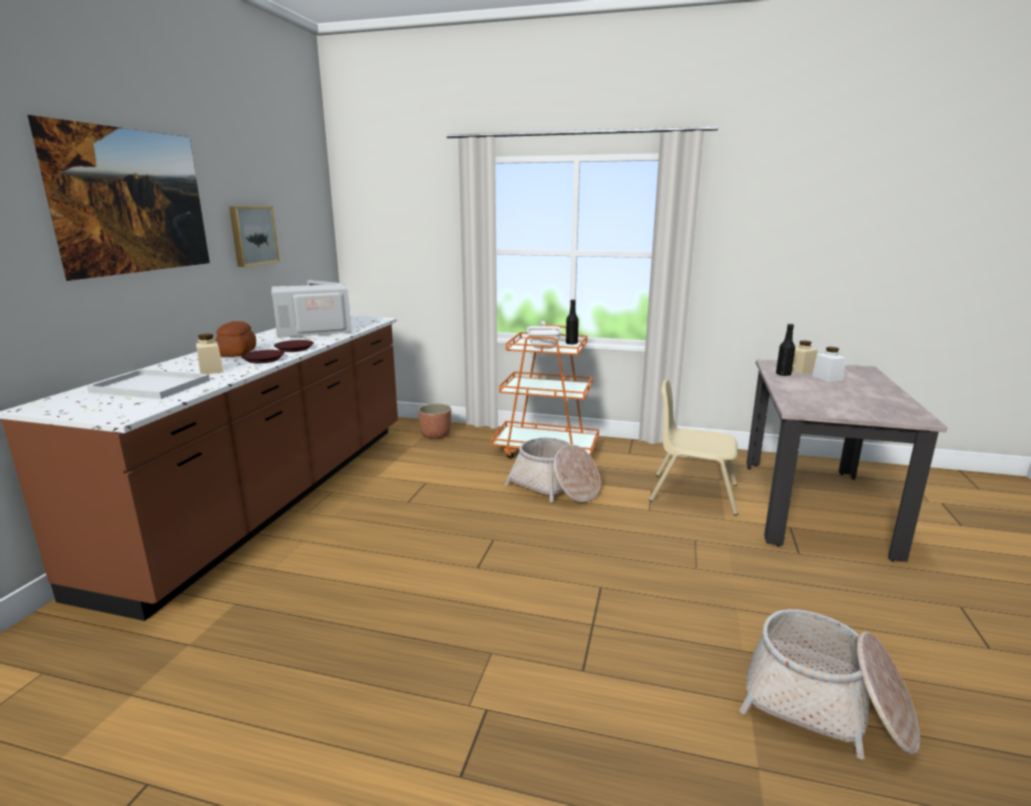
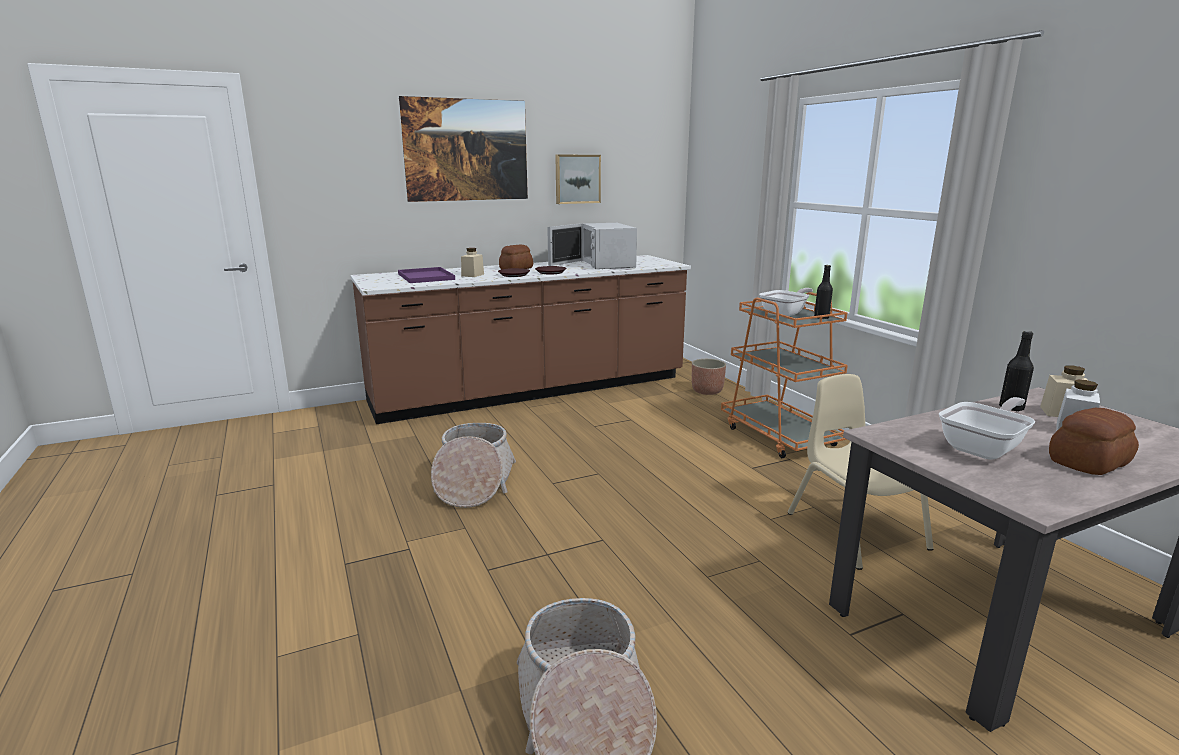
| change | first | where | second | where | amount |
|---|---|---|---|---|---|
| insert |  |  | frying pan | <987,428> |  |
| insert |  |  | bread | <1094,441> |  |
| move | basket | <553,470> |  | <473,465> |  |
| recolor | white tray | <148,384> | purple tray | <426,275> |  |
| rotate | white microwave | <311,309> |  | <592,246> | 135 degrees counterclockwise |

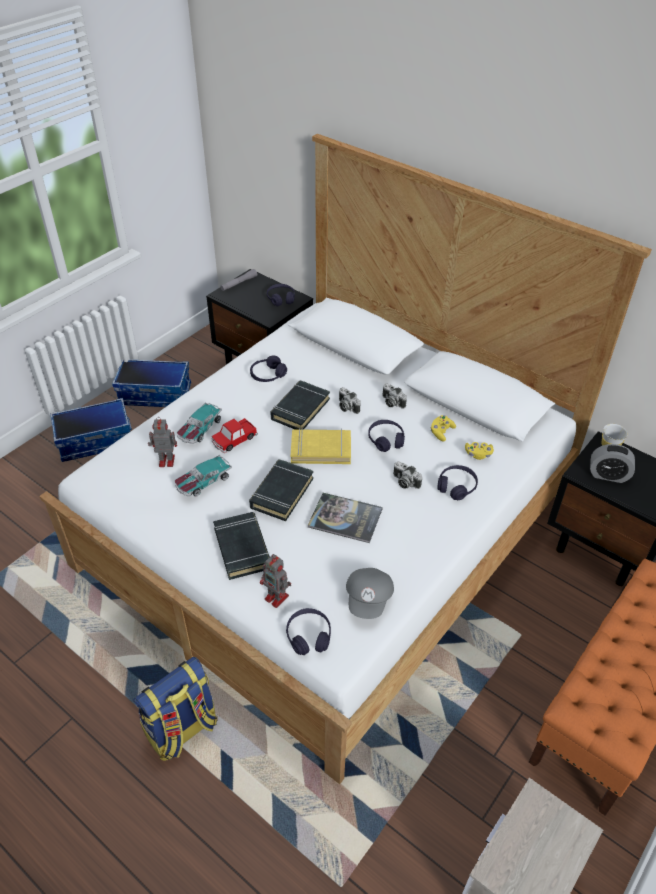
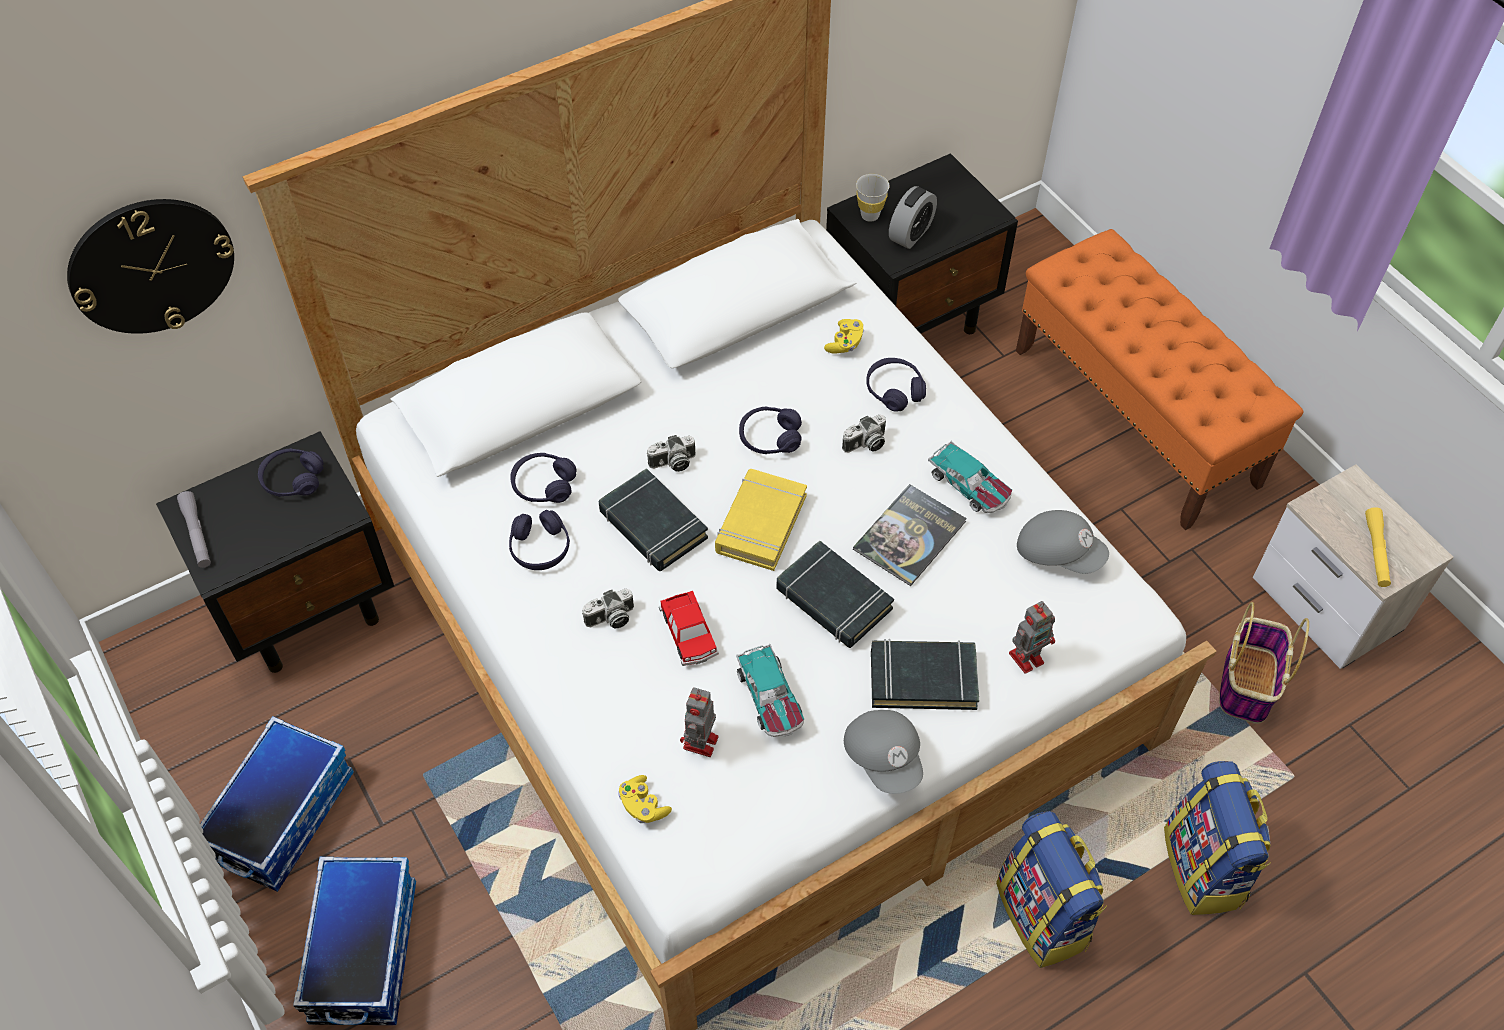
| change | first | where | second | where | amount |
|---|---|---|---|---|---|
| insert |  |  | wall clock | <150,266> |  |
| insert |  |  | grey cap | <883,752> |  |
| insert |  |  | backpack | <1217,838> |  |
| insert |  |  | basket | <1264,663> |  |
| insert |  |  | yellow flashlight | <1378,547> |  |
| move | toy car | <199,423> |  | <970,477> |  |
| move | purple headphones | <308,631> |  | <543,478> |  |
| move | photo camera | <394,396> |  | <608,608> |  |
| move | yellow game controller | <443,428> |  | <645,799> |  |

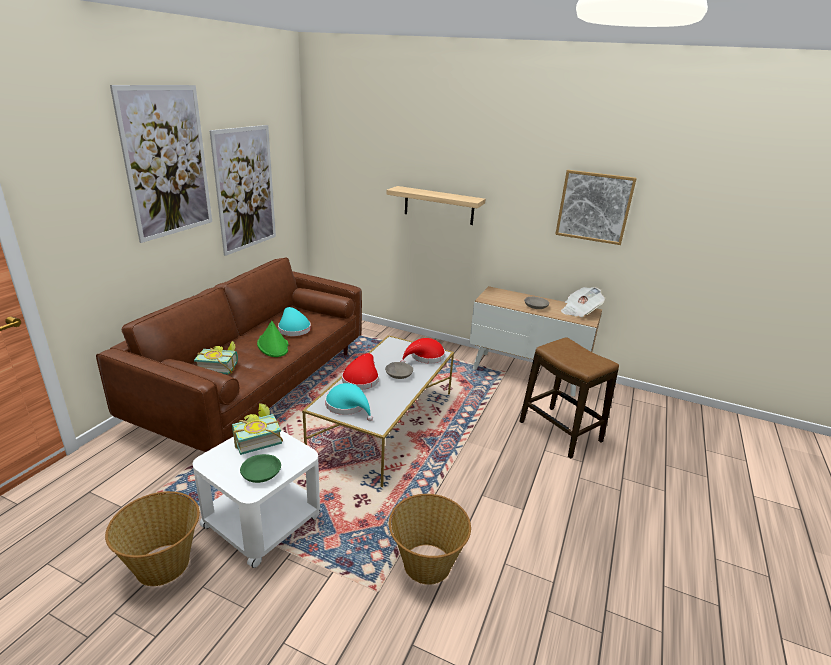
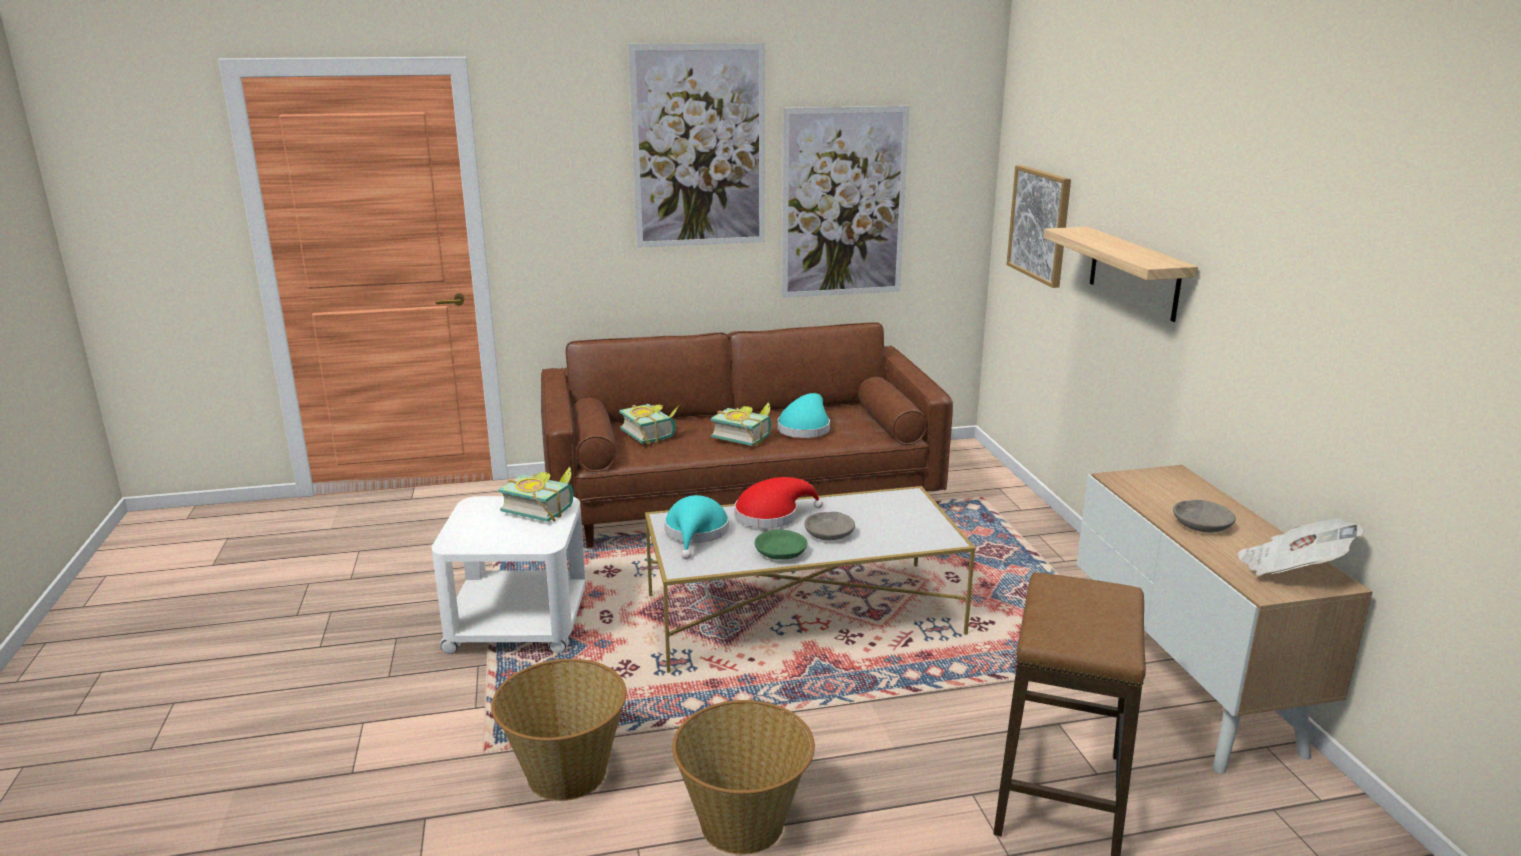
| change | first | where | second | where | amount |
|---|---|---|---|---|---|
| delete | red hat | <422,350> |  |  |  |
| move | basket | <152,538> |  | <743,777> |  |
| move | green bowl | <260,468> |  | <781,545> |  |
| move | picture | <596,207> |  | <1039,226> |  |
| replace | green hat | <273,339> | book | <741,424> |  |

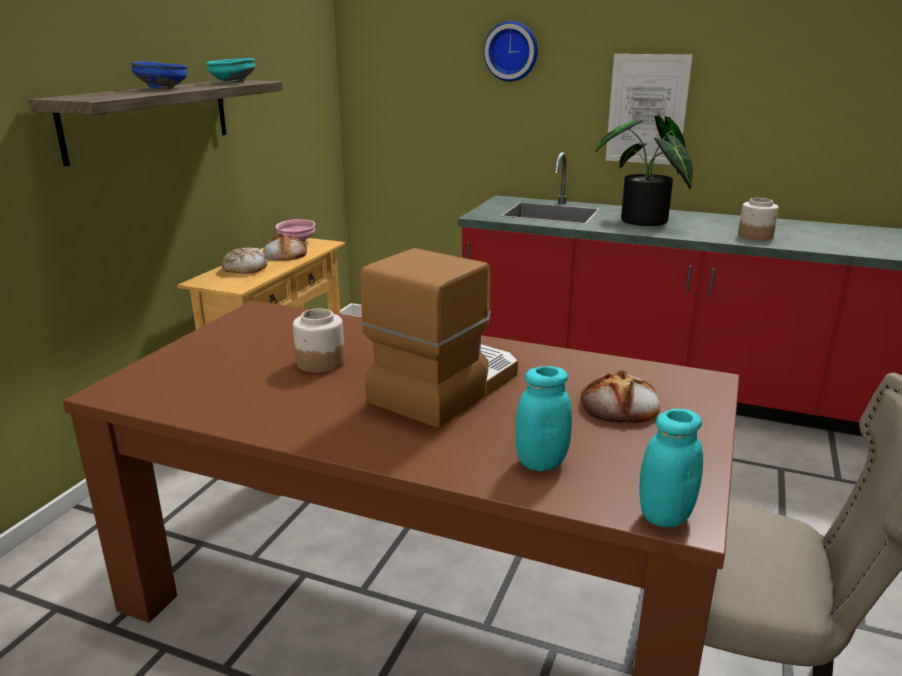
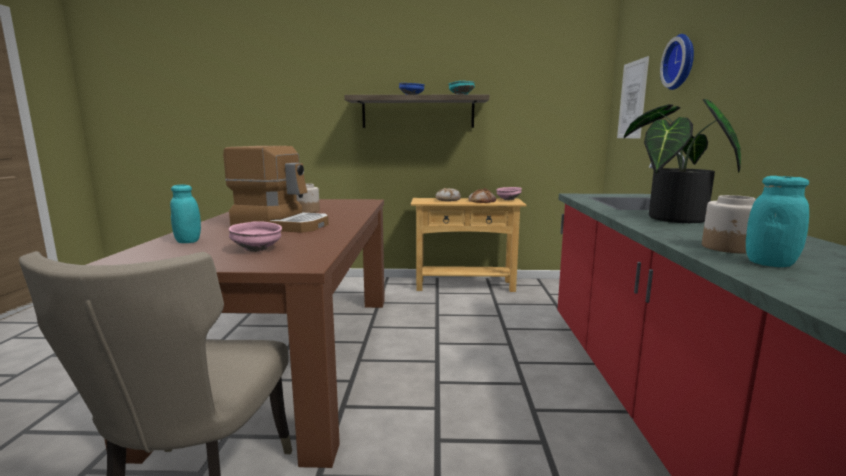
| change | first | where | second | where | amount |
|---|---|---|---|---|---|
| move | picture | <649,109> |  | <633,97> |  |
| move | turquoise jar | <671,468> |  | <777,221> |  |
| replace | bread | <620,396> | pink bowl | <255,236> |  |

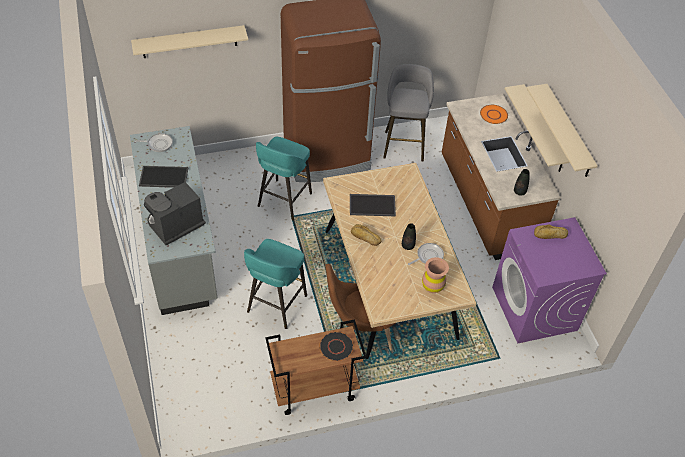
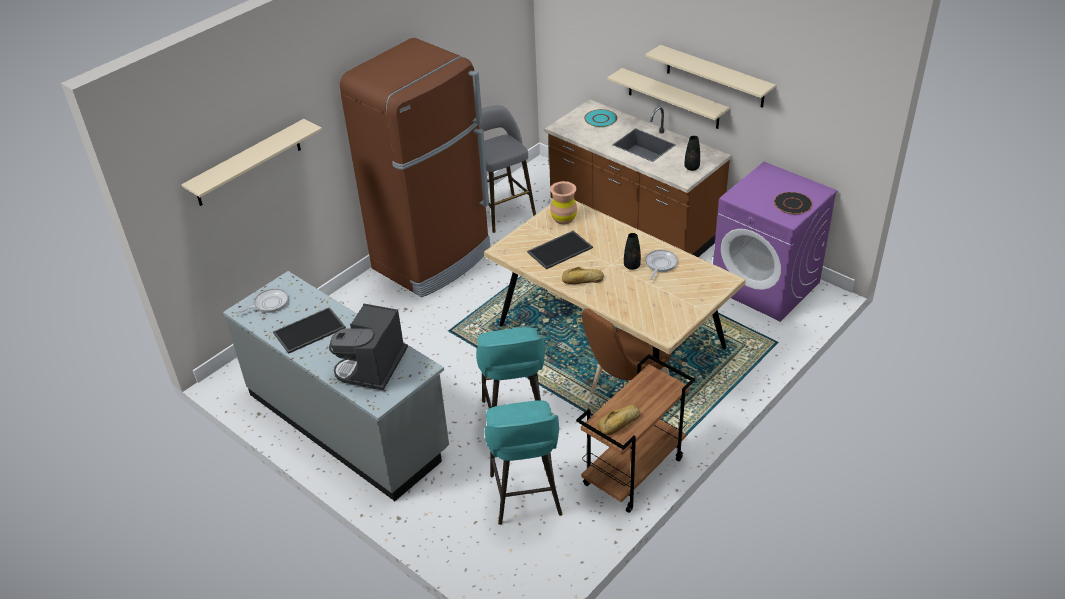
| change | first | where | second | where | amount |
|---|---|---|---|---|---|
| move | turquoise stool | <284,178> |  | <523,462> |  |
| move | black plate | <336,346> |  | <793,203> |  |
| move | brown vase | <435,275> |  | <563,202> |  |
| move | bread | <551,232> |  | <619,420> |  |
| recolor | orange plate | <494,114> | turquoise plate | <600,118> |  |

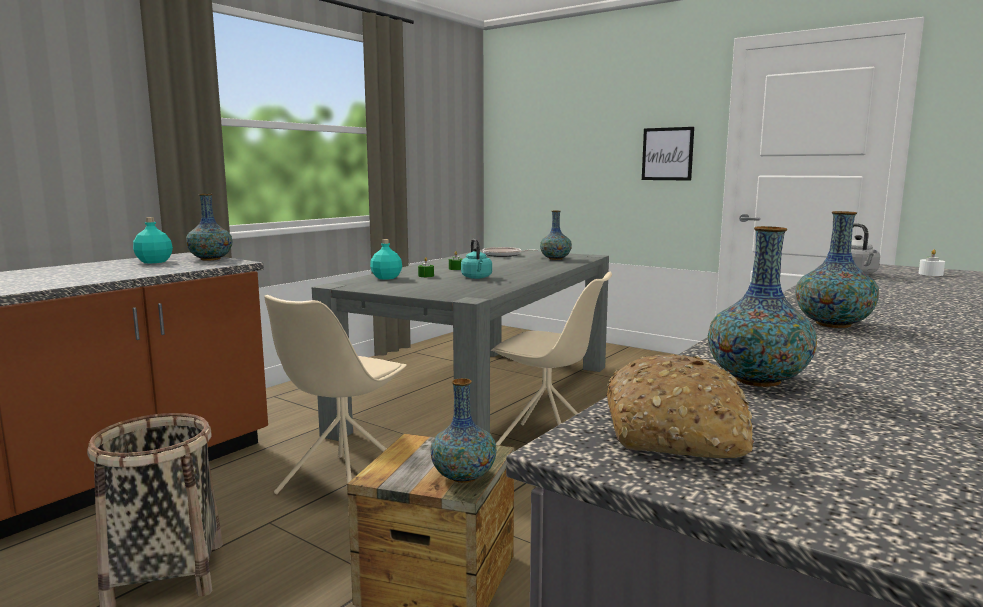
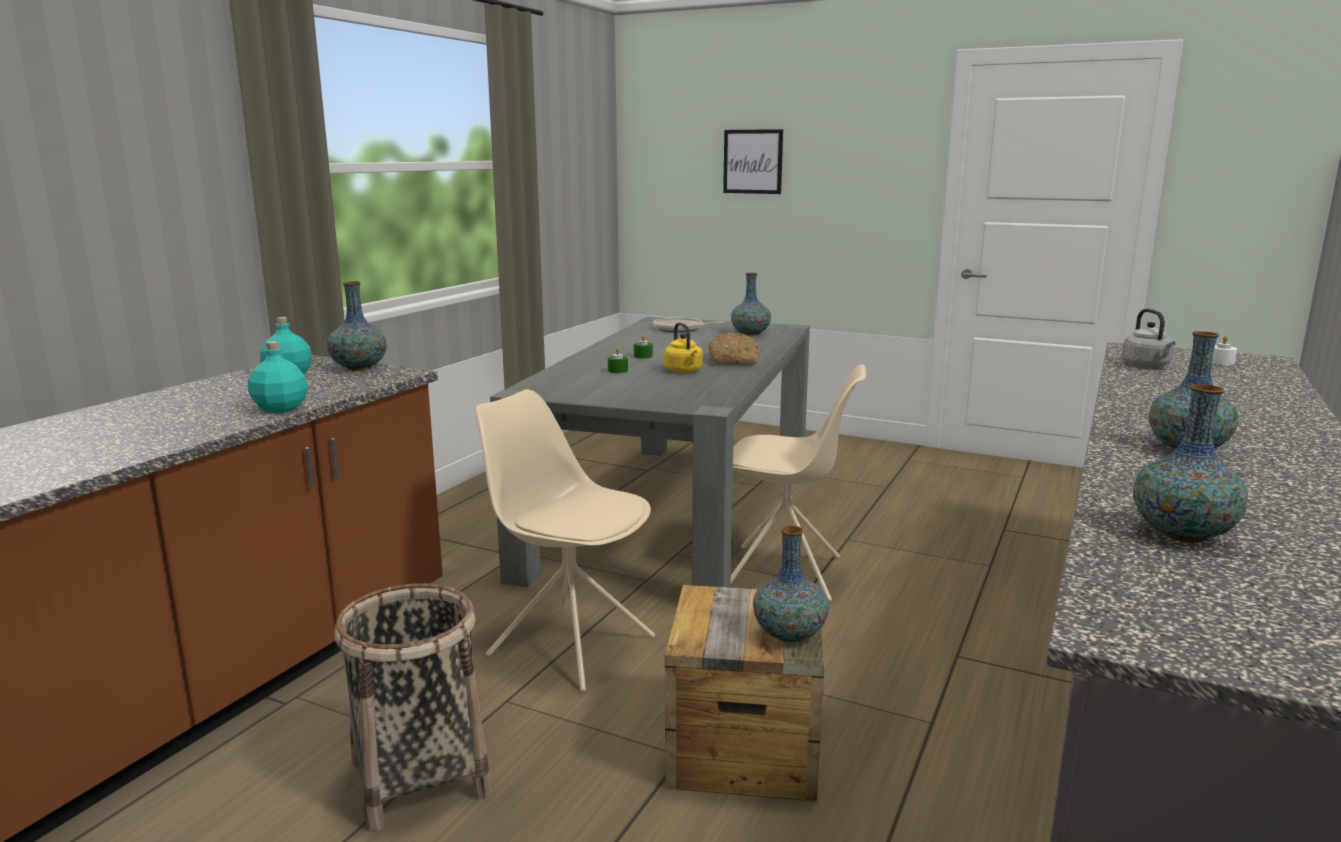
| change | first | where | second | where | amount |
|---|---|---|---|---|---|
| move | turquoise bottle | <386,259> |  | <278,377> |  |
| move | bread | <680,406> |  | <733,349> |  |
| move | picture | <668,154> |  | <753,161> |  |
| recolor | turquoise kettle | <476,259> | yellow kettle | <683,347> |  |
| rotate | beige chair | <335,394> |  | <565,540> | 105 degrees clockwise |

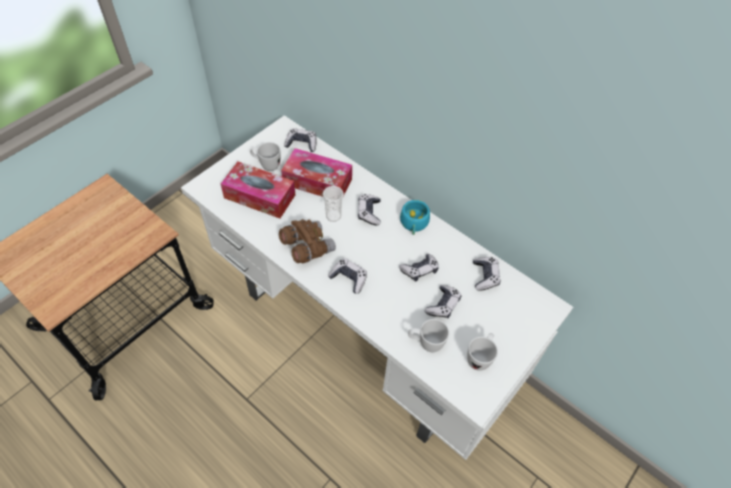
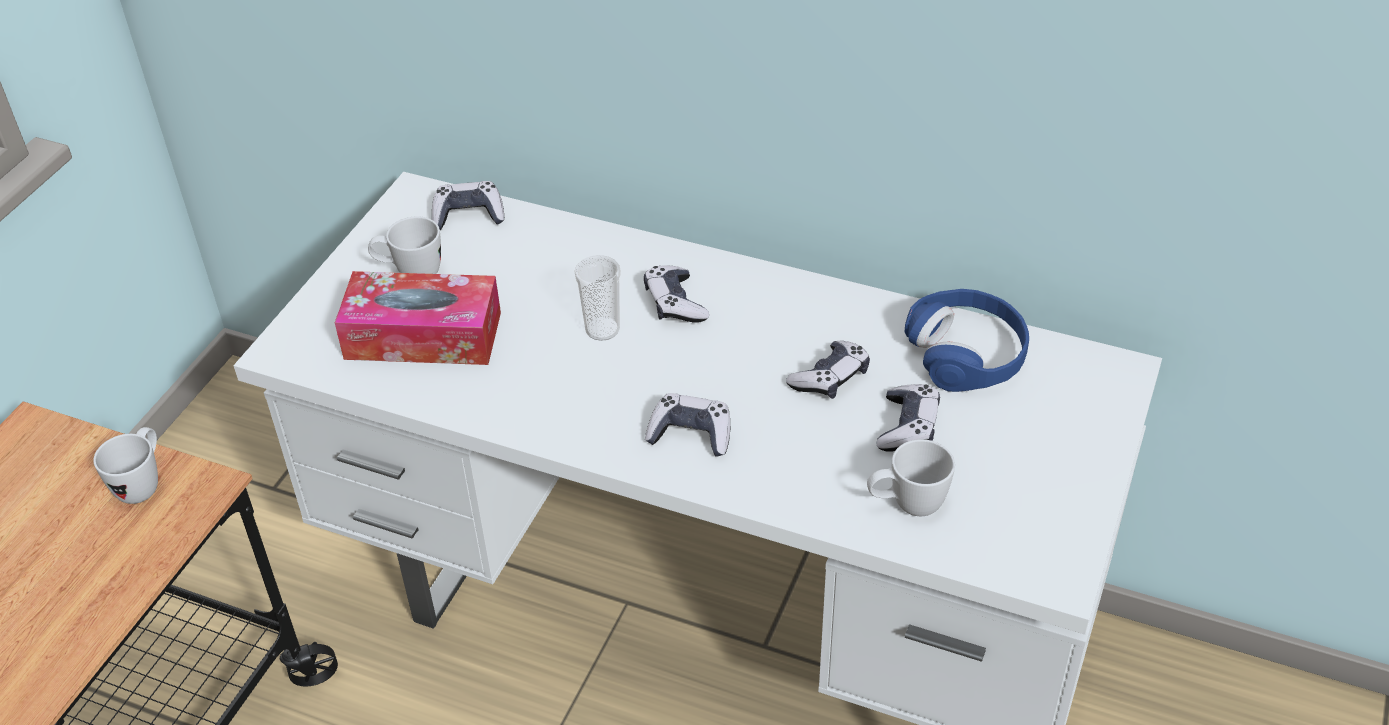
| change | first | where | second | where | amount |
|---|---|---|---|---|---|
| delete | brown binoculars | <307,241> |  |  |  |
| delete | tissue box | <316,172> |  |  |  |
| delete | turquoise cup | <415,217> |  |  |  |
| move | white mug | <482,352> |  | <125,465> |  |
| replace | game controller | <486,274> | blue headphones | <967,340> |  |

